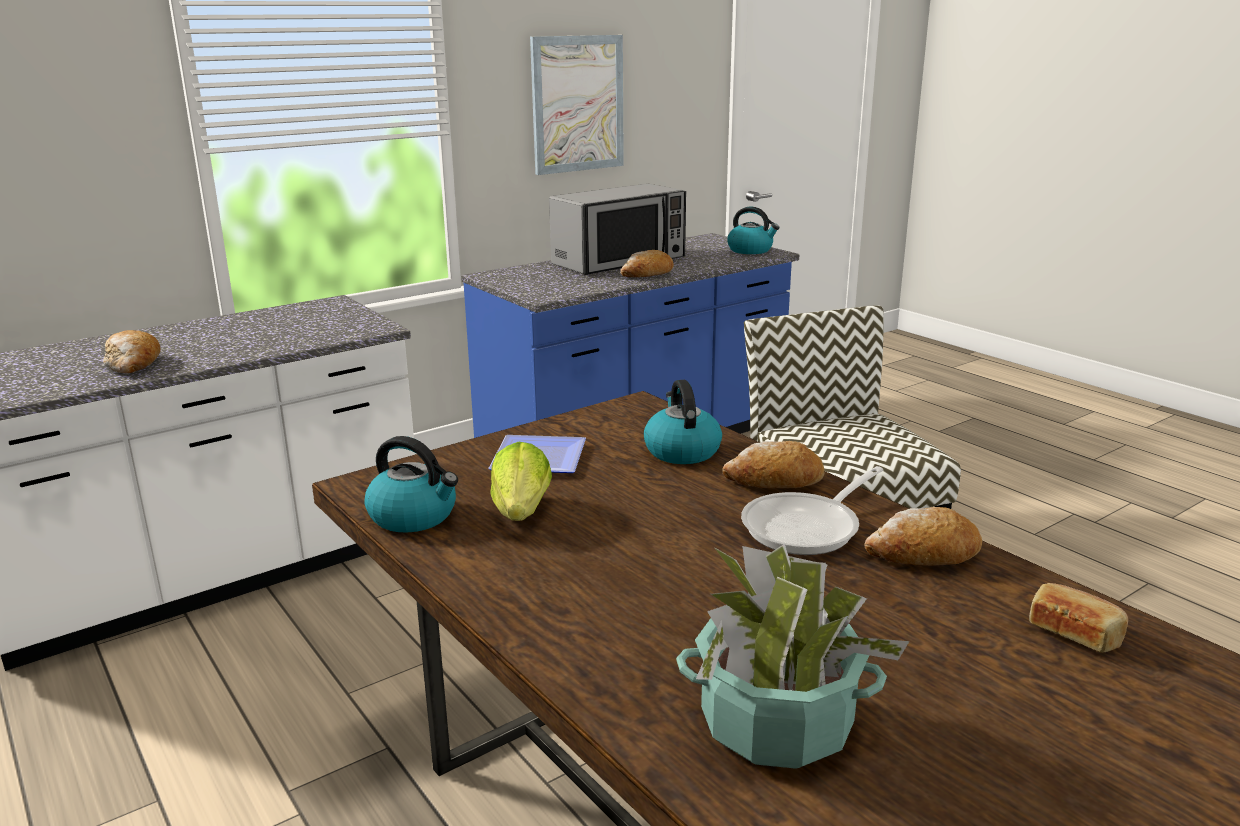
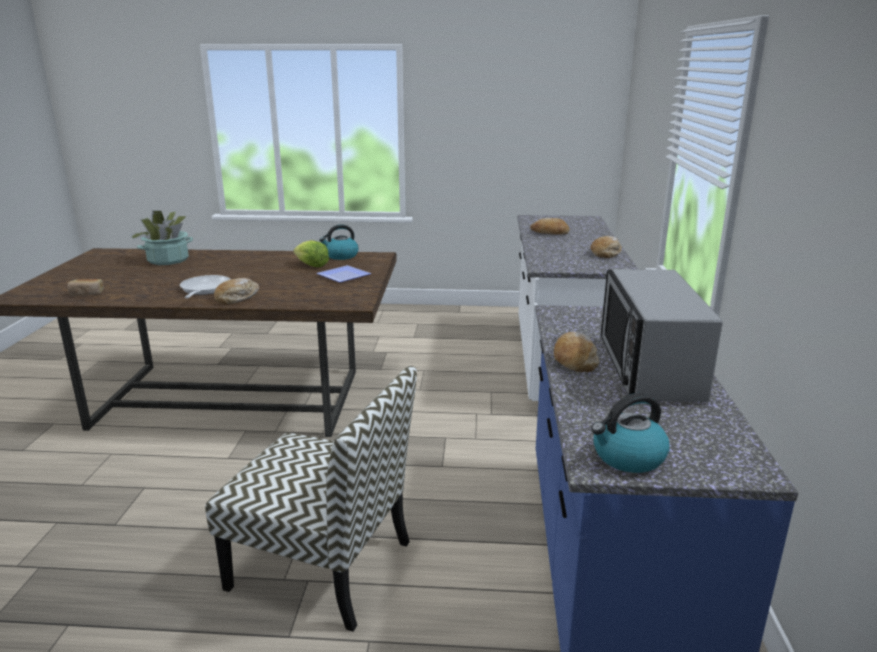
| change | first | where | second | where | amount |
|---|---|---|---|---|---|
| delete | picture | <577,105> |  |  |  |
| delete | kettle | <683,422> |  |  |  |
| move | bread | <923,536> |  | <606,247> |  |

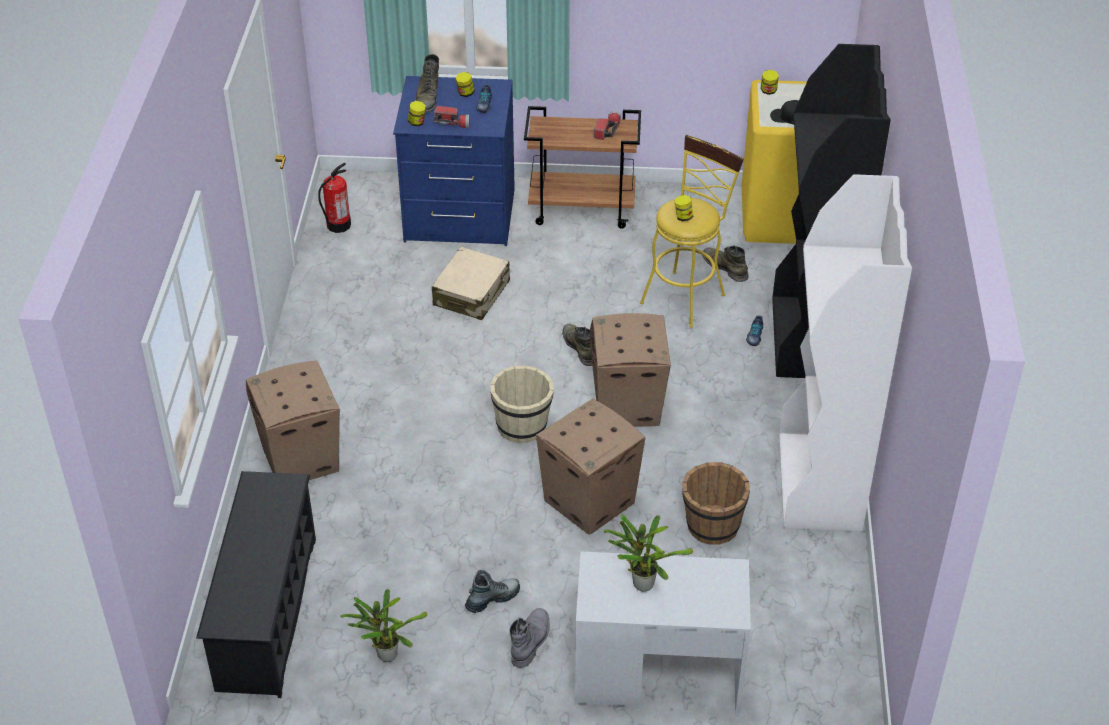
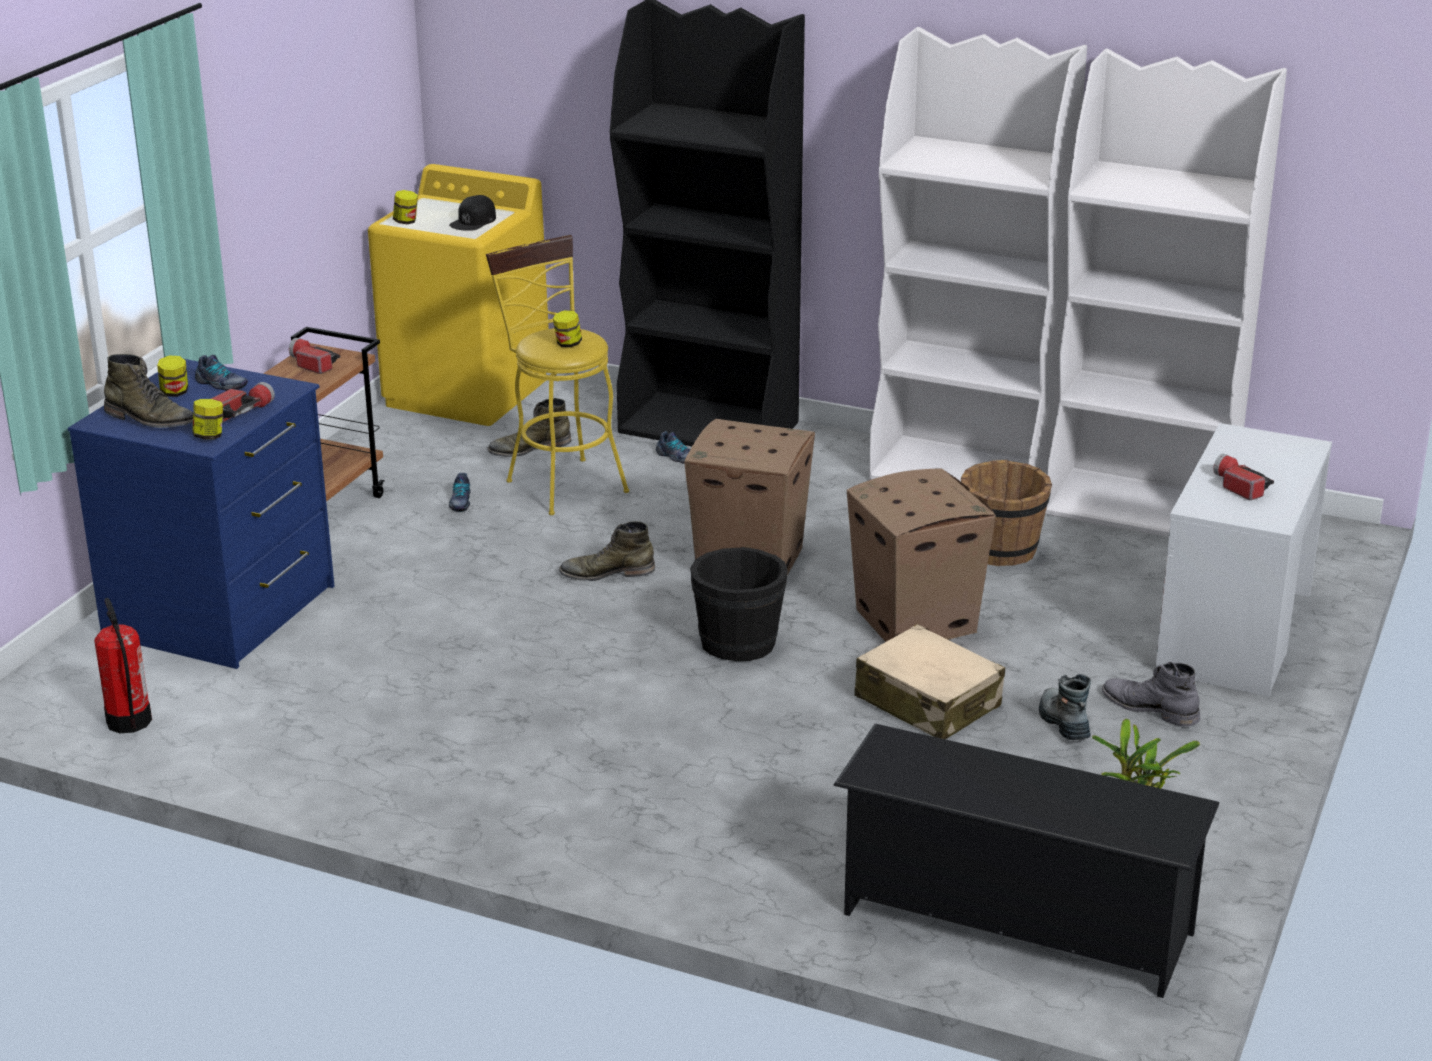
| change | first | where | second | where | amount |
|---|---|---|---|---|---|
| delete | cardboard box | <293,420> |  |  |  |
| insert |  |  | shoe | <460,492> |  |
| insert |  |  | white bookcase | <1166,293> |  |
| move | beige suitcase | <471,283> |  | <929,681> |  |
| replace | potted plant | <648,552> | flashlight | <1243,476> |  |
| recolor | beige bucket | <522,404> | black bucket | <739,604> |  |

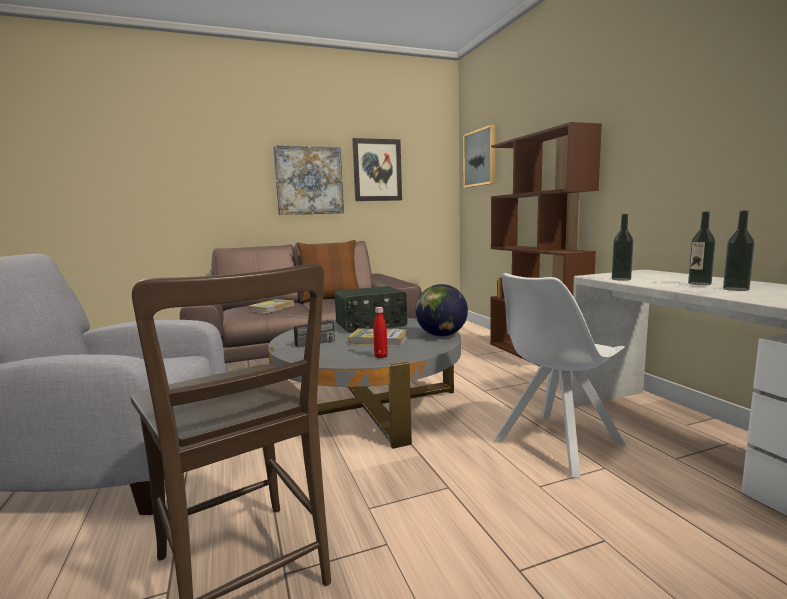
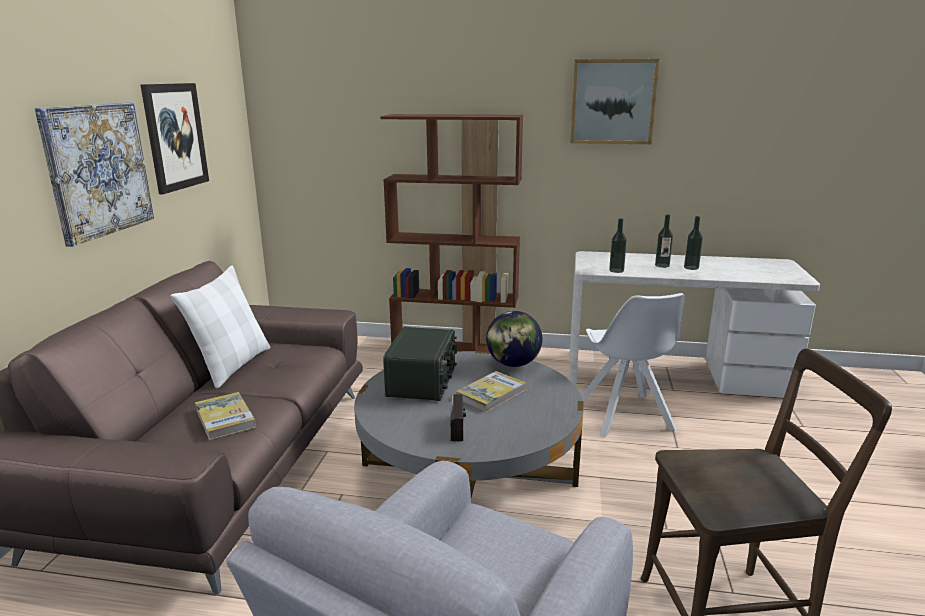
| change | first | where | second | where | amount |
|---|---|---|---|---|---|
| delete | red bottle | <380,332> |  |  |  |
| move | picture | <479,156> |  | <614,101> |  |
| recolor | brown pillow | <328,271> | white pillow | <220,326> |  |

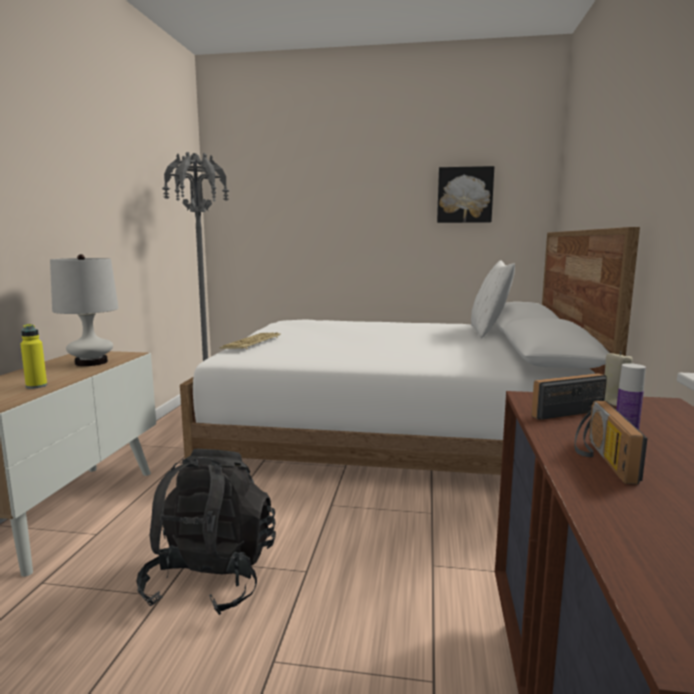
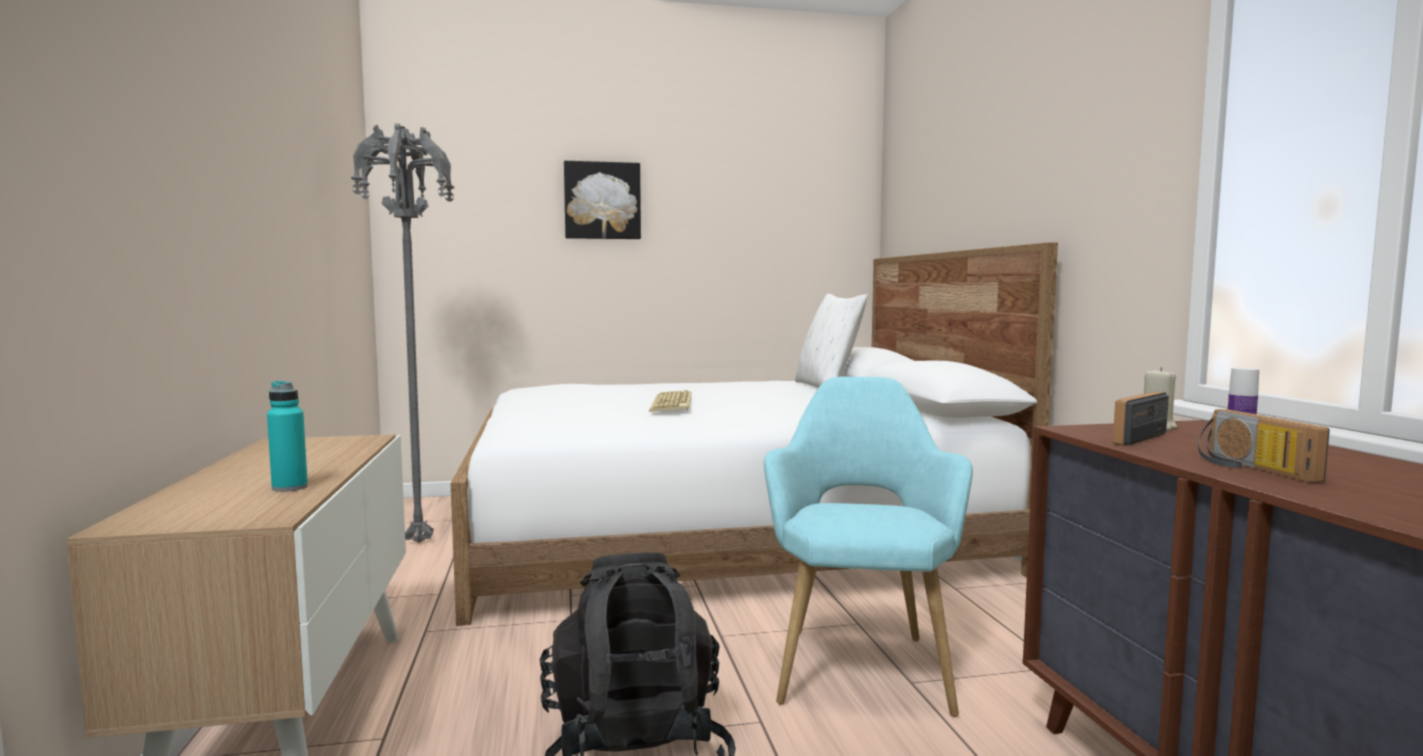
| change | first | where | second | where | amount |
|---|---|---|---|---|---|
| delete | white table lamp | <84,310> |  |  |  |
| insert |  |  | turquoise armchair | <868,546> |  |
| move | keyboard | <250,340> |  | <670,401> |  |
| move | picture | <465,194> |  | <602,200> |  |
| recolor | yellow bottle | <33,356> | turquoise bottle | <287,436> |  |

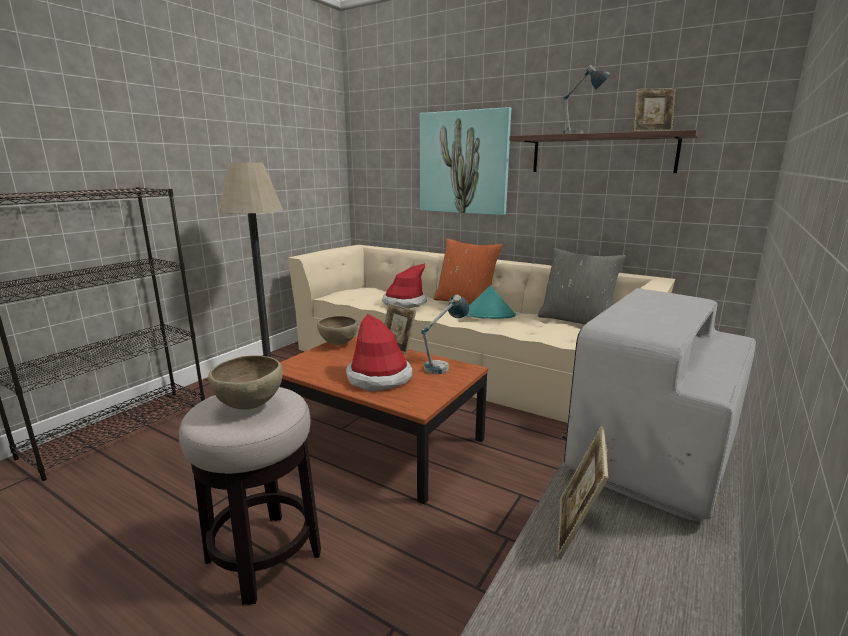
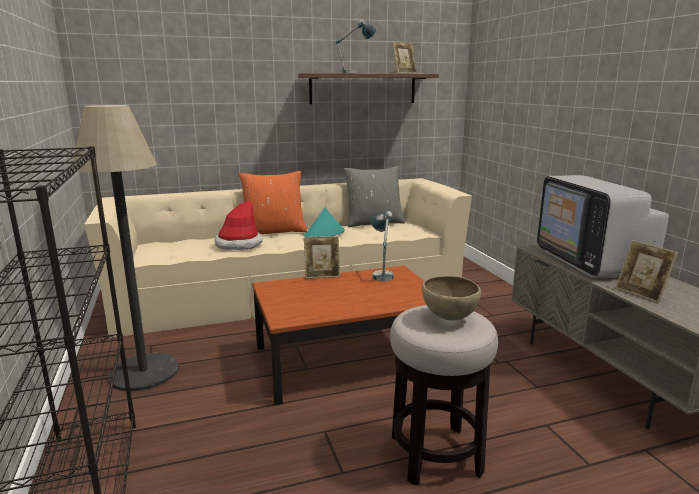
| change | first | where | second | where | amount |
|---|---|---|---|---|---|
| delete | brown bowl | <337,330> |  |  |  |
| delete | hat | <379,353> |  |  |  |
| delete | picture | <465,161> |  |  |  |

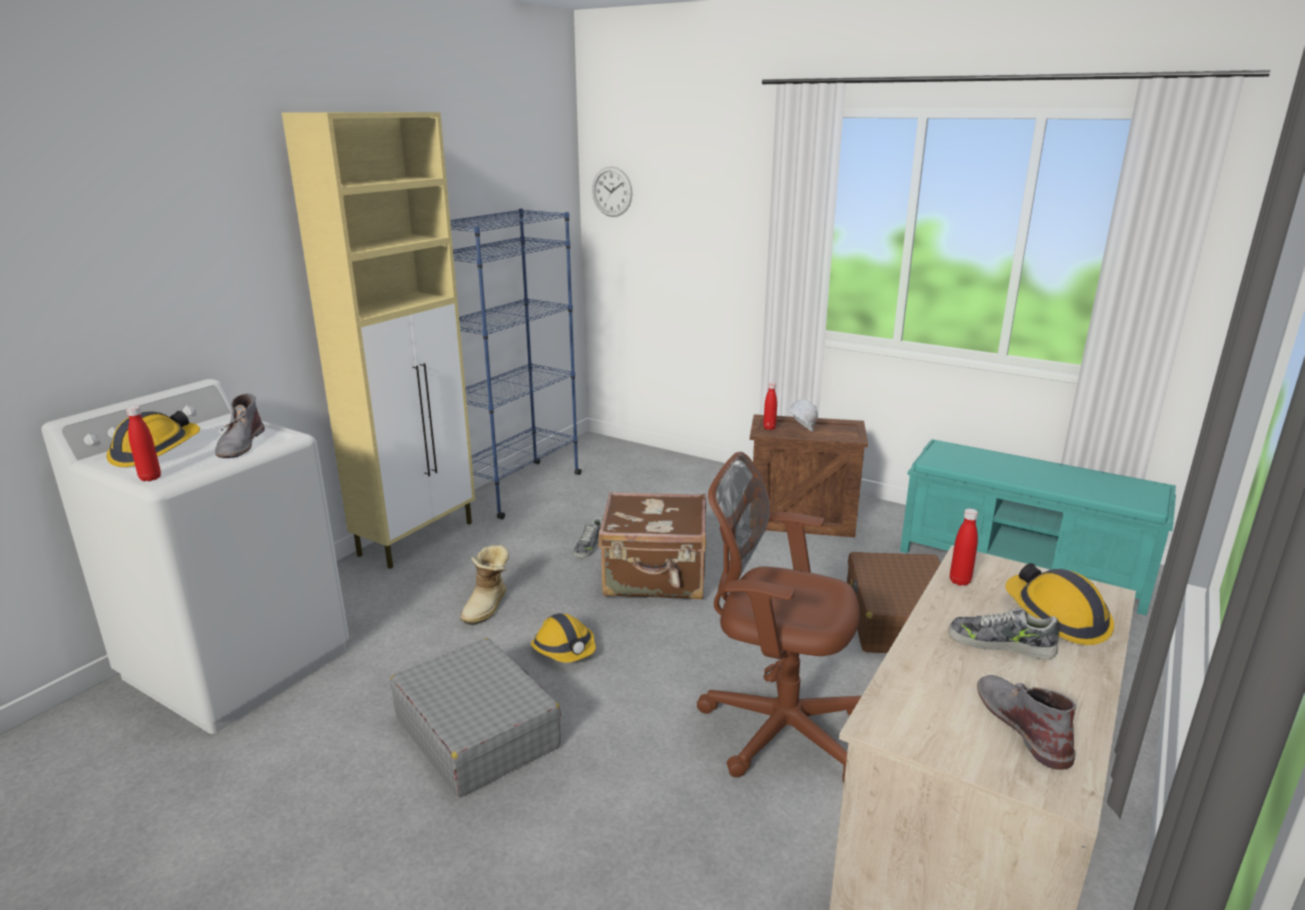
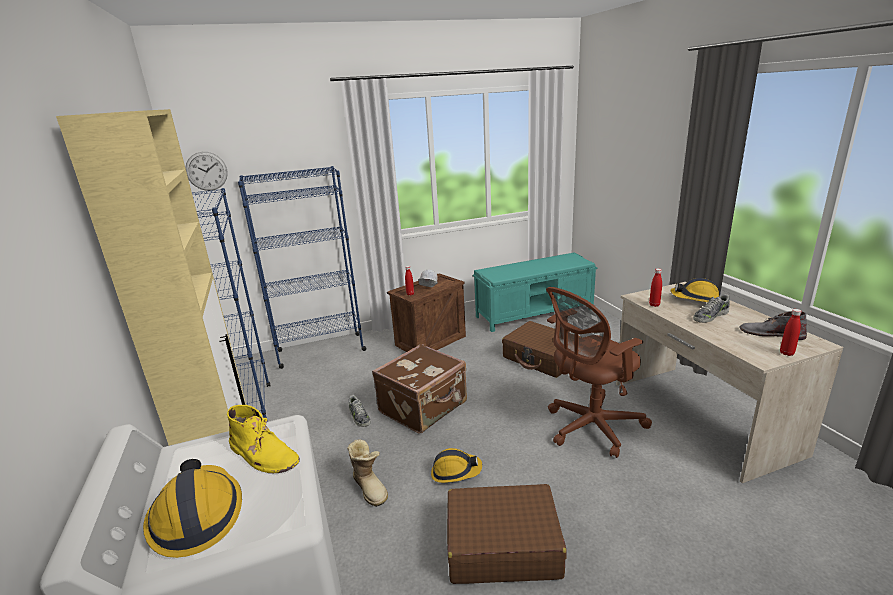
| change | first | where | second | where | amount |
|---|---|---|---|---|---|
| insert |  |  | blue bookcase | <302,267> |  |
| move | red bottle | <143,443> |  | <791,332> |  |
| recolor | grey boot | <240,425> | yellow boot | <263,439> |  |
| recolor | grey suitcase | <475,717> | brown suitcase | <507,534> |  |

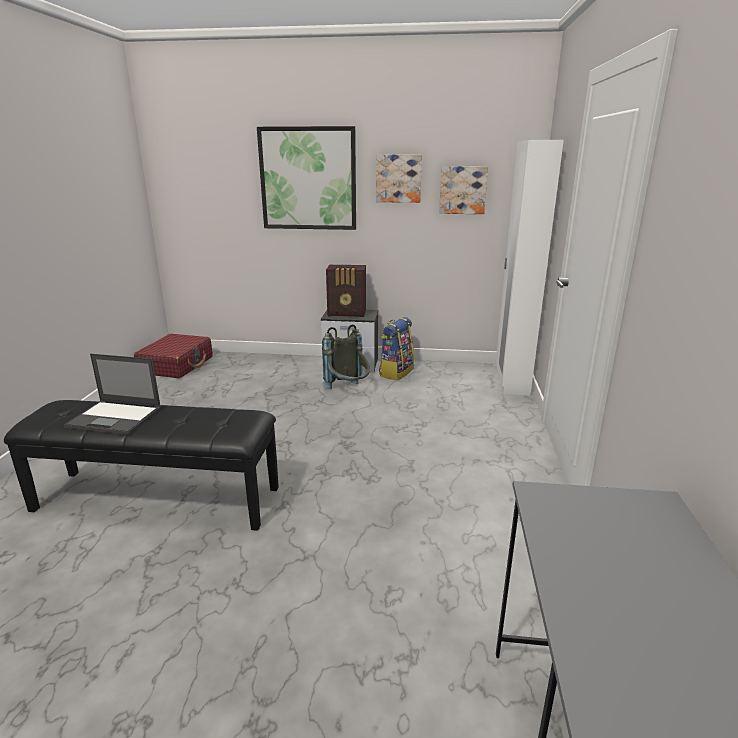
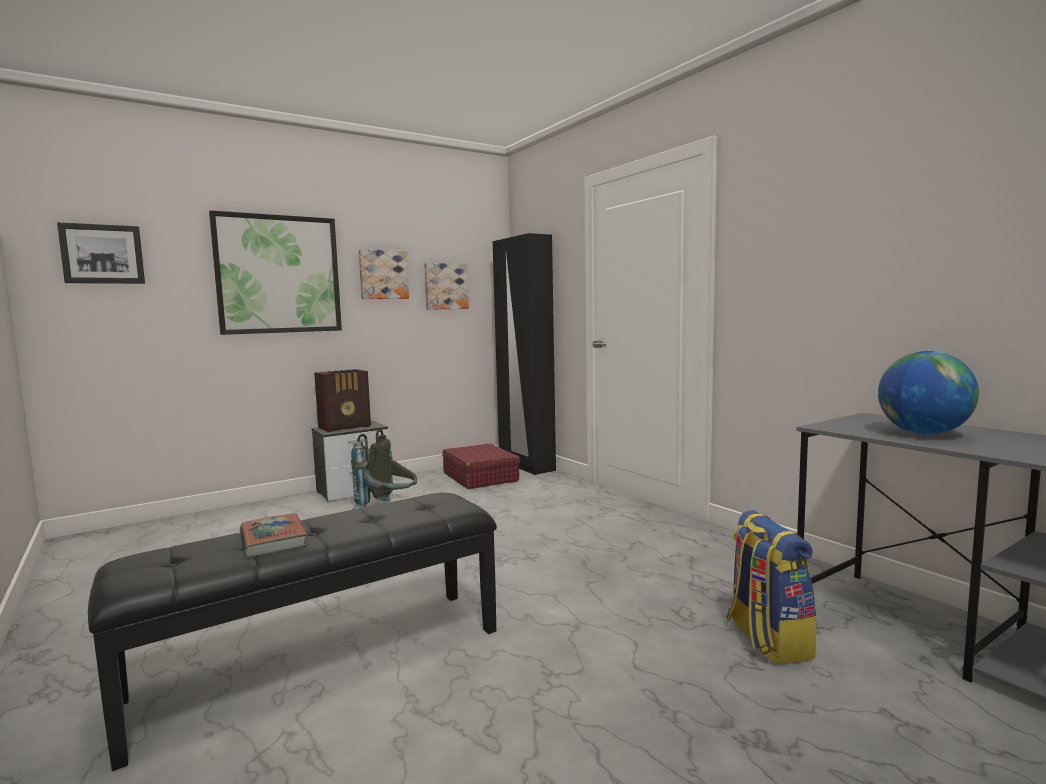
| change | first | where | second | where | amount |
|---|---|---|---|---|---|
| insert |  |  | picture | <101,253> |  |
| insert |  |  | globe | <928,393> |  |
| move | red suitcase | <173,356> |  | <481,466> |  |
| move | backpack | <396,348> |  | <772,587> |  |
| replace | laptop | <112,394> | book | <273,535> |  |
| recolor | white wardrobe | <530,268> | black wardrobe | <524,354> |  |

